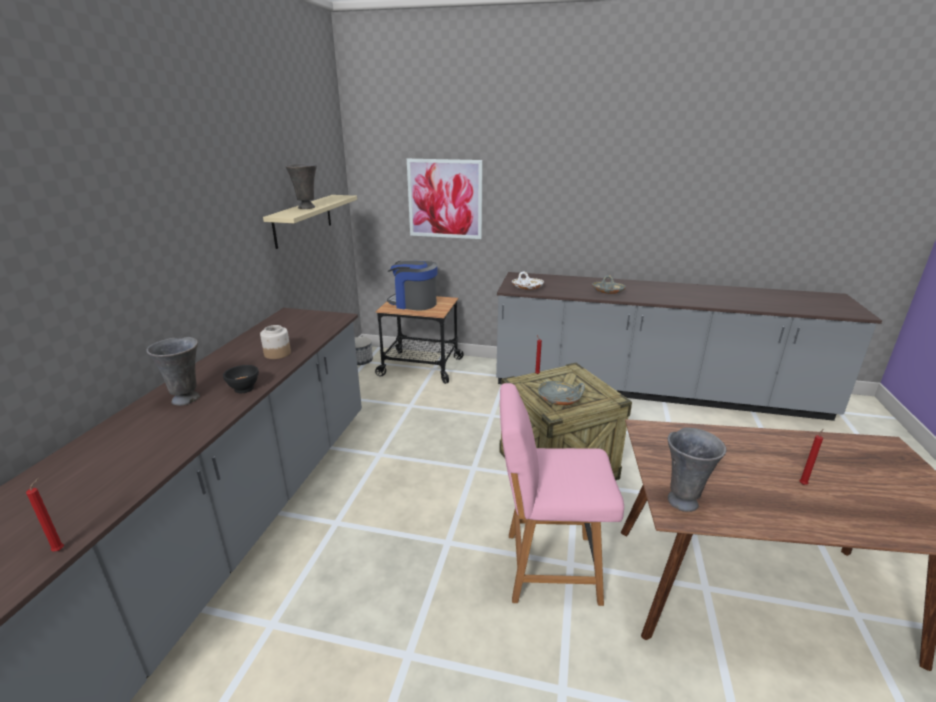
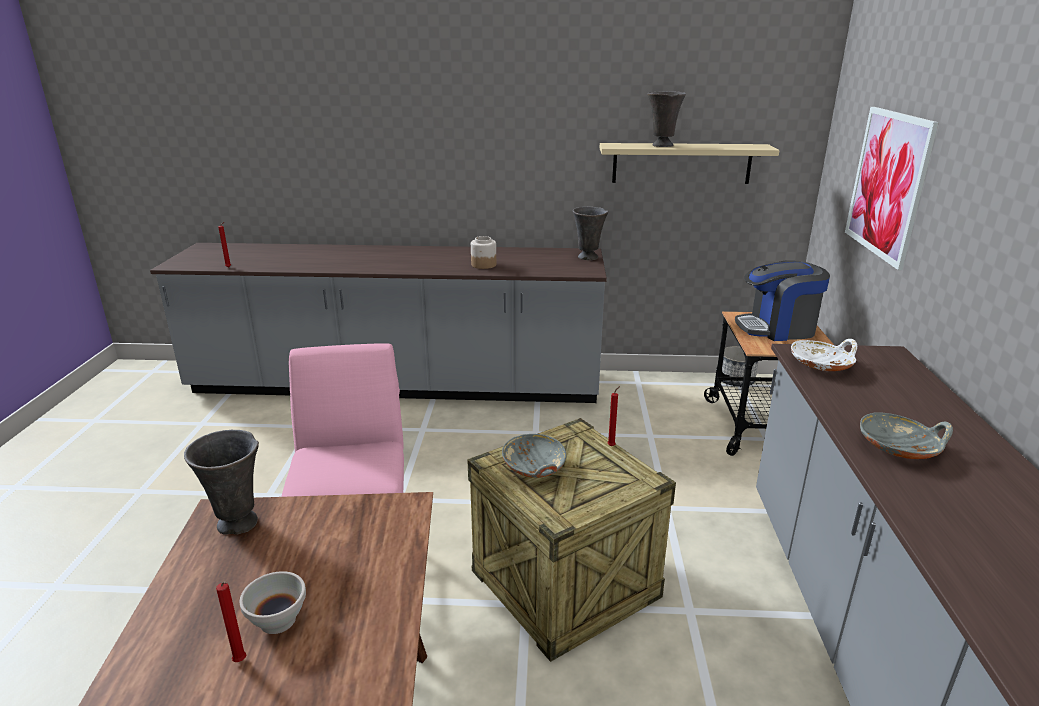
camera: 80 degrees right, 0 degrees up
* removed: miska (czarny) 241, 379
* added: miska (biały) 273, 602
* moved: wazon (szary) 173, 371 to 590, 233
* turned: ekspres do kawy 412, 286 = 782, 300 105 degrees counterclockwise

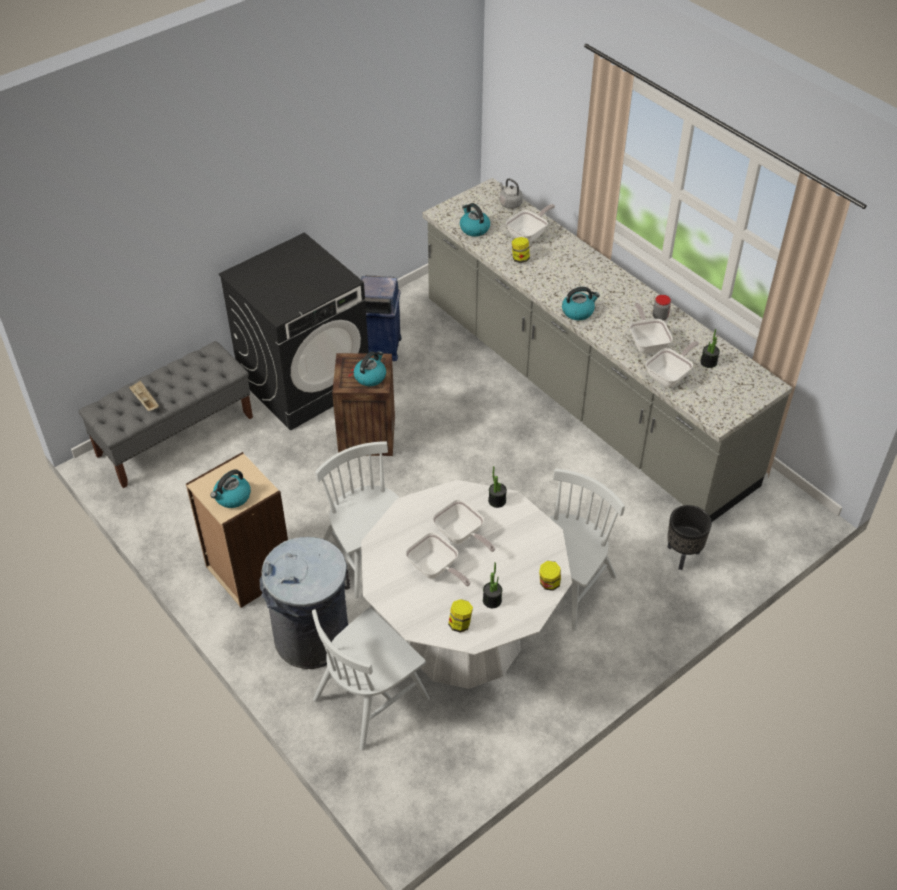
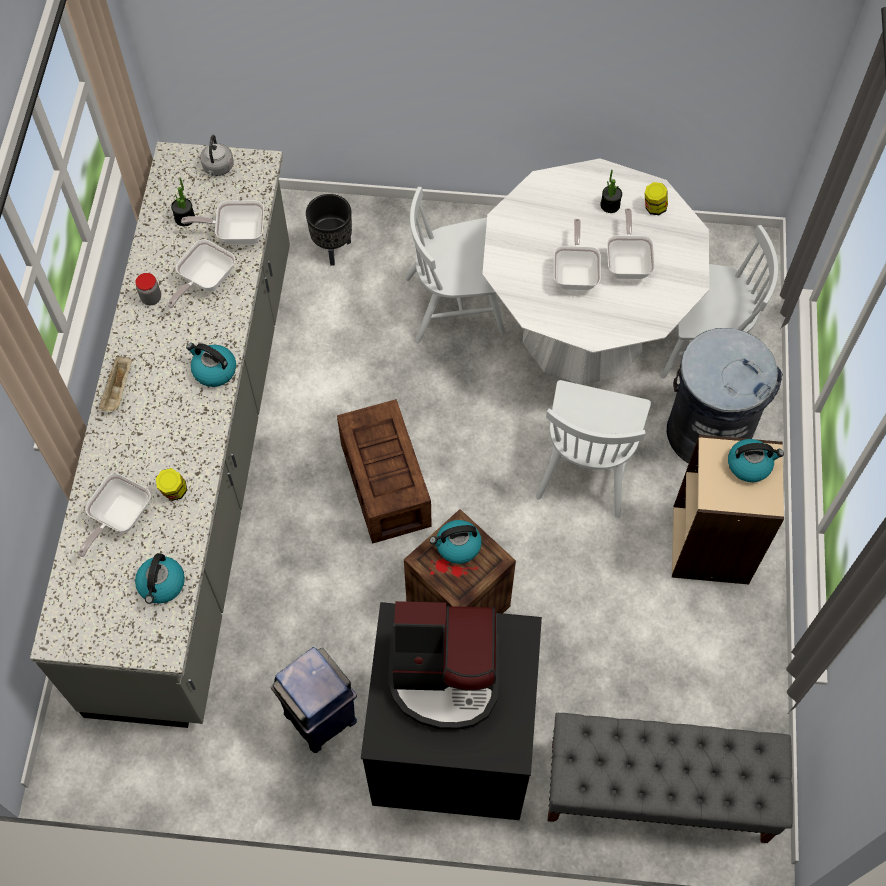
camera: 135 degrees left, 15 degrees up
* removed: roślina doniczkowa 497, 487
* removed: słoik 550, 576
* added: skrzynka 384, 471
* added: ekspres do kawy 443, 665
* moved: taca (beżowy) 144, 396 to 115, 383
* moved: czajnik (szary) 511, 193 to 217, 155
* turned: patelnia 530, 223 = 114, 515 60 degrees counterclockwise

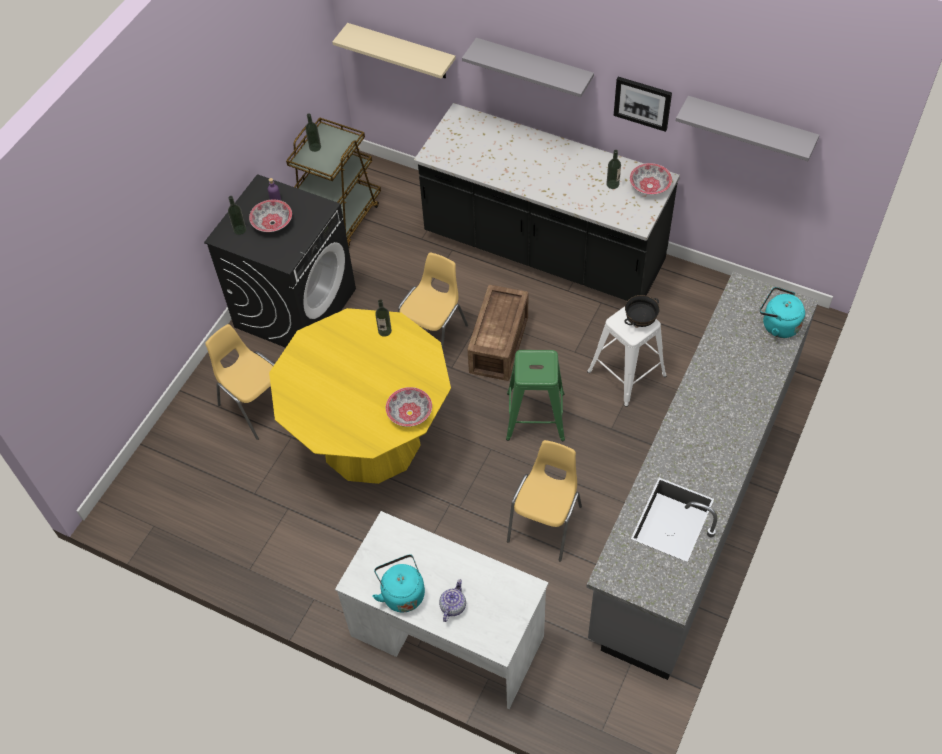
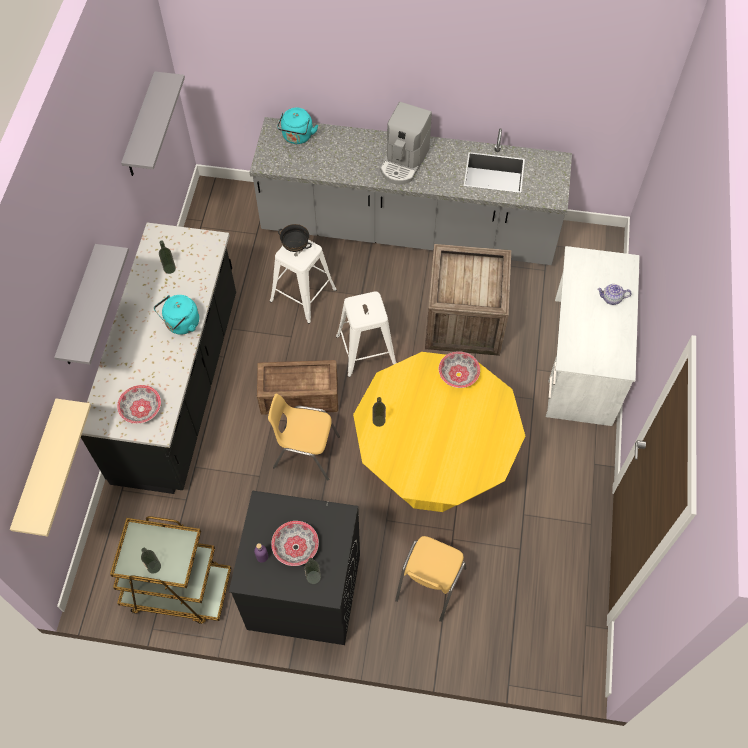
camera: 110 degrees left, 5 degrees up
* removed: obraz 643, 104
* added: ekspres do kawy 406, 143
* moved: czajnik (turkusowy) 398, 583 to 176, 315
* moved: miska 651, 179 to 139, 404
* replaced: krzesło (żółty) 544, 501 to skrzynka 468, 300
* recoloured: stołek (zielony) 535, 395 to stołek (biały) 366, 334

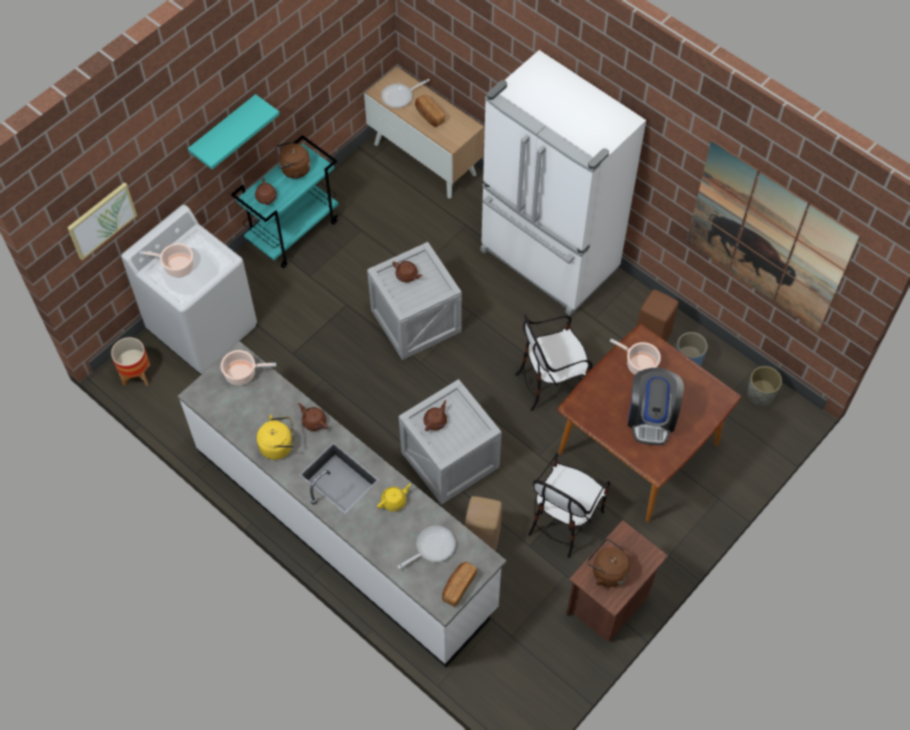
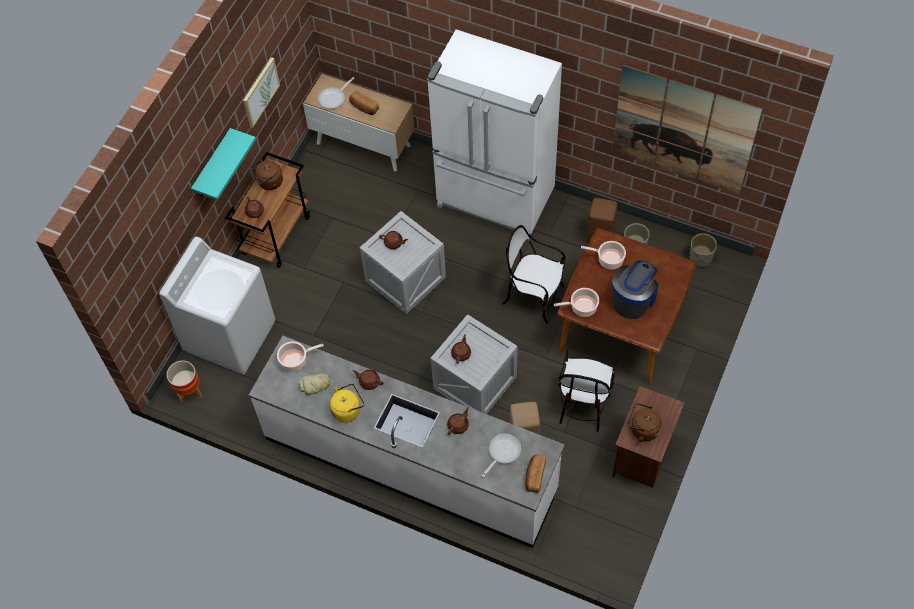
camera: 15 degrees left, 0 degrees up
* added: chleb 314, 384
* moved: obraz 102, 221 to 261, 92
* moved: garnek 166, 260 to 576, 302
* recoloured: wózek (turkusowy) 285, 201 to wózek (brązowy) 267, 210
* recoloured: imbryk (żółty) 394, 497 to imbryk (brązowy) 458, 421
* turned: krzesło 554, 362 = 534, 274 60 degrees clockwise
* turned: ekspres do kawy 656, 406 = 635, 289 135 degrees counterclockwise

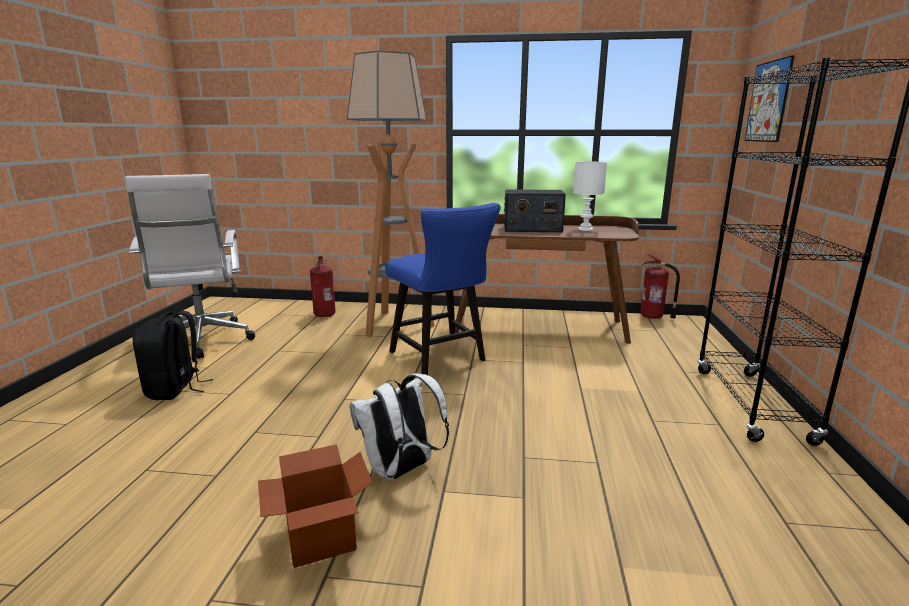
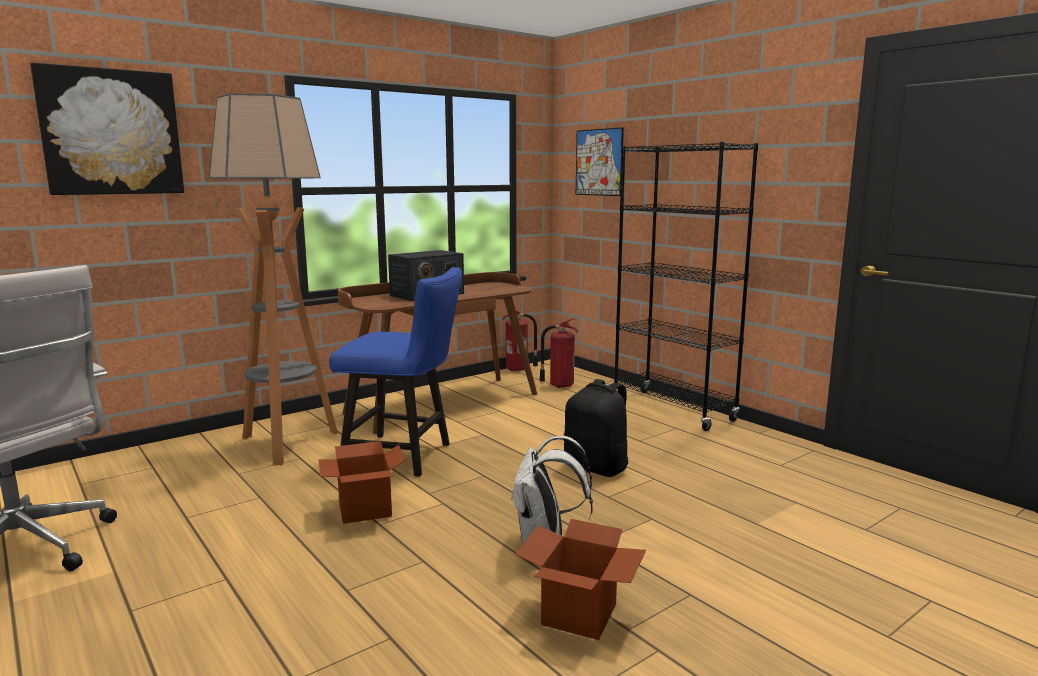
camera: 45 degrees left, 5 degrees down
* removed: lampa stołowa (biały) 590, 196
* added: obraz 107, 129
* added: karton 362, 482
* moved: plecak (czarny) 173, 355 to 595, 428
* moved: gaśnica 323, 286 to 559, 353

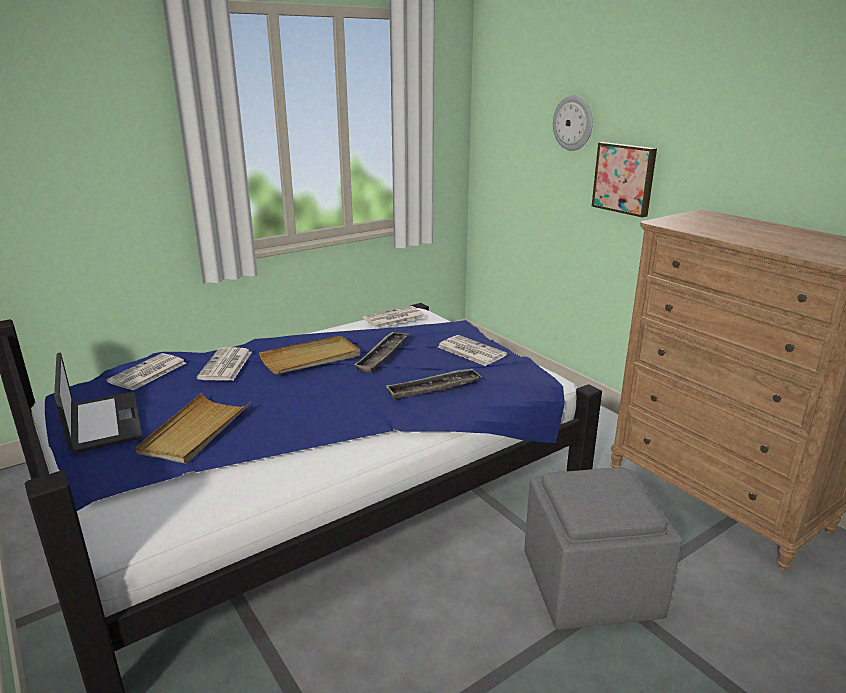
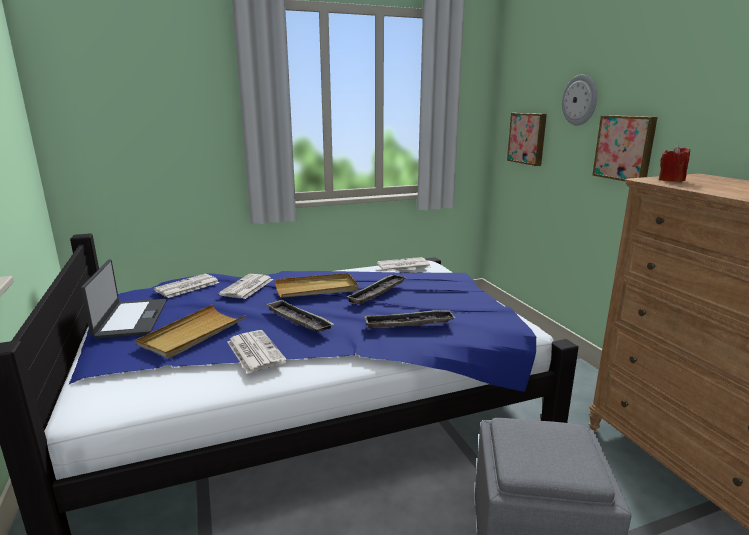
camera: 15 degrees right, 5 degrees down
* added: taca 299, 316
* added: obraz 527, 139
* added: świeca (czerwony) 674, 163
* moved: gazeta 472, 350 to 257, 352

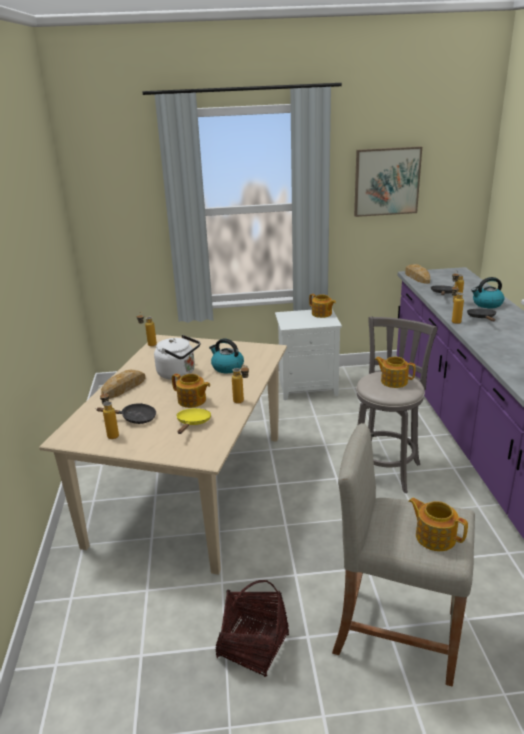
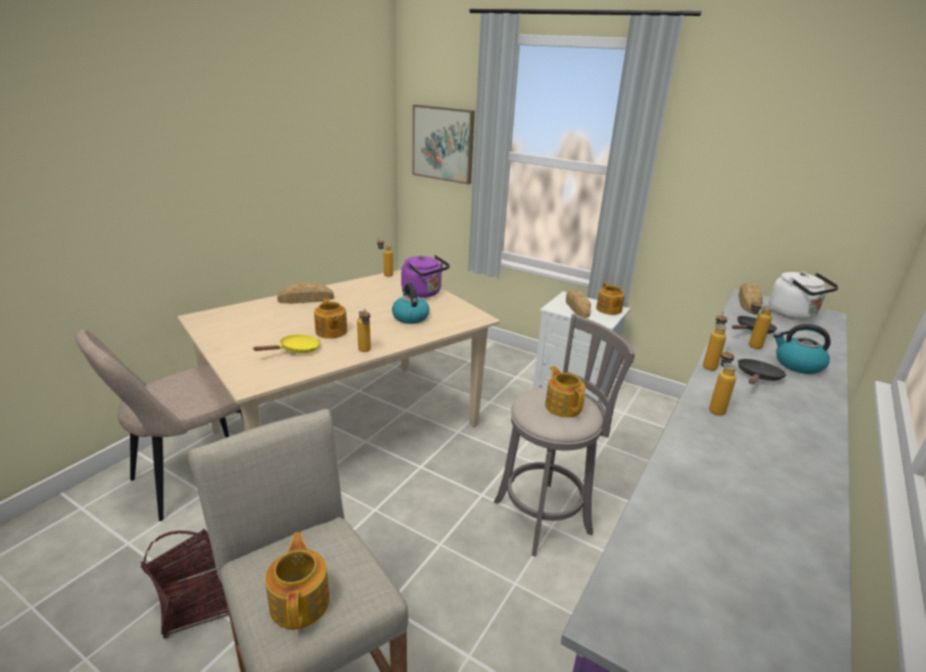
camera: 35 degrees right, 0 degrees up
* removed: patelnia (czarny) 126, 413
* added: krzesło (beżowy) 159, 425
* added: czajnik (fioletowy) 425, 276
* added: chleb 578, 304
* moved: butelka 109, 415 to 723, 381
* moved: czajnik (biały) 177, 357 to 804, 296
* moved: obraz 388, 181 to 444, 145

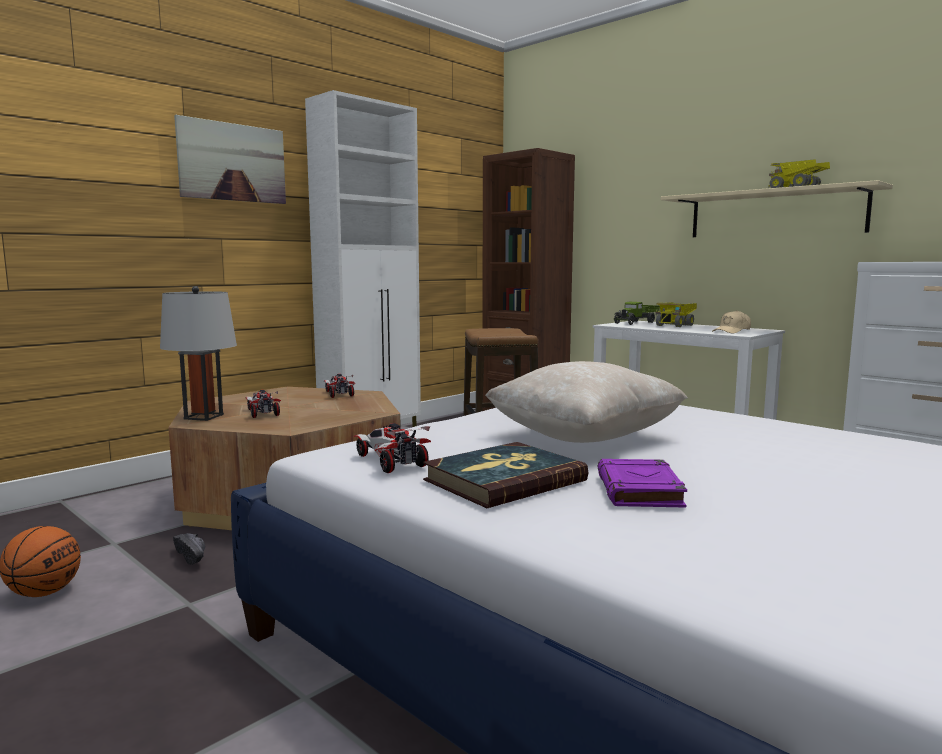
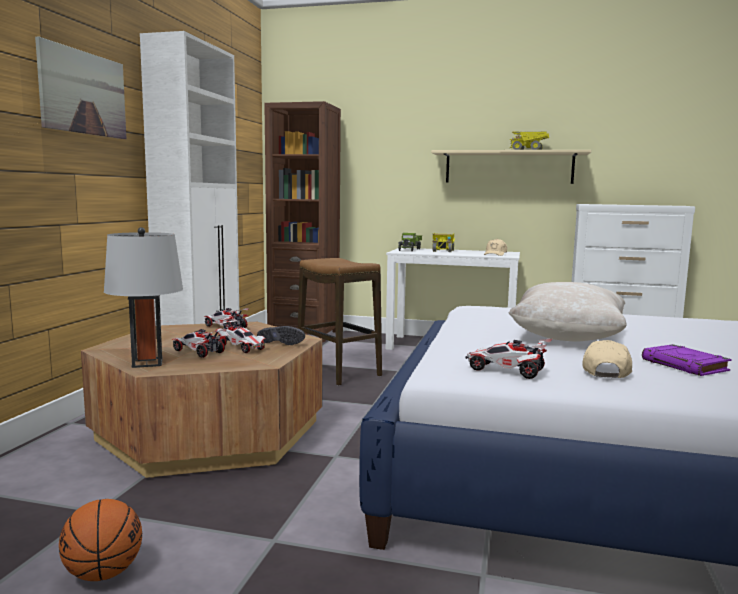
camera: 30 degrees left, 0 degrees up
* added: samochodzik 240, 335
* moved: but (czarny) 189, 549 to 281, 335
* replaced: książka 505, 475 to czapka z daszkiem (beżowy) 607, 359

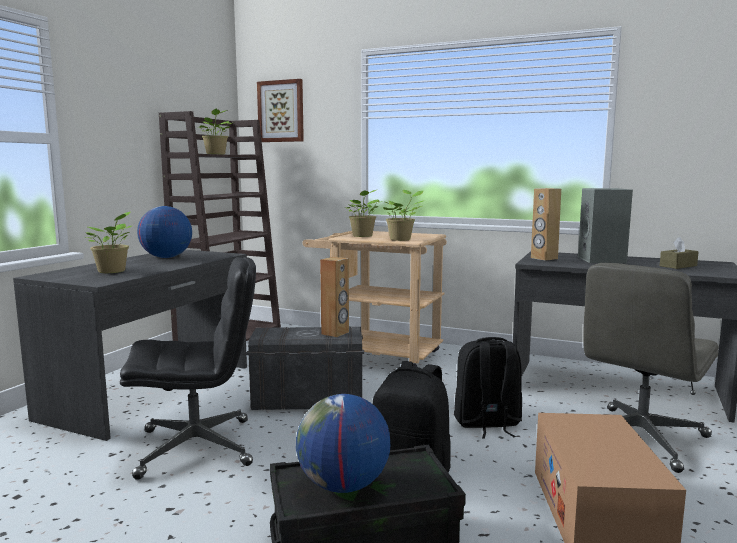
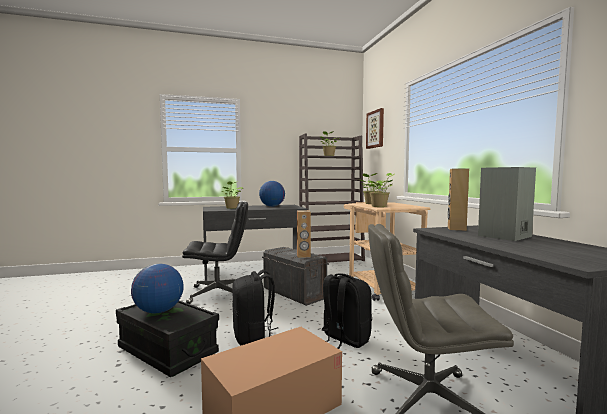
camera: 50 degrees right, 5 degrees down
* removed: pudełko chusteczek (brązowy) 679, 253
* turned: krzesło biurowe (czarny) 188, 368 = 215, 253 45 degrees counterclockwise

